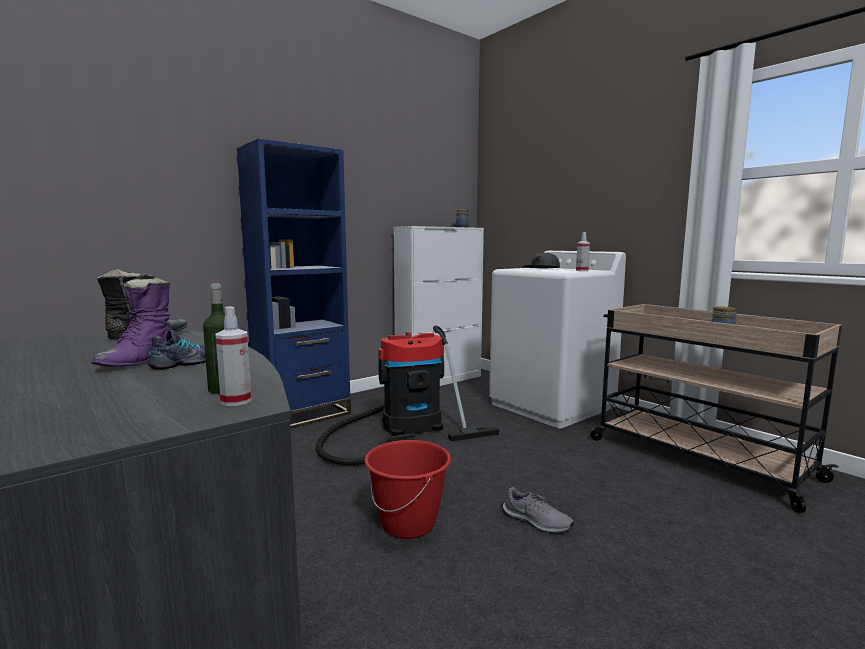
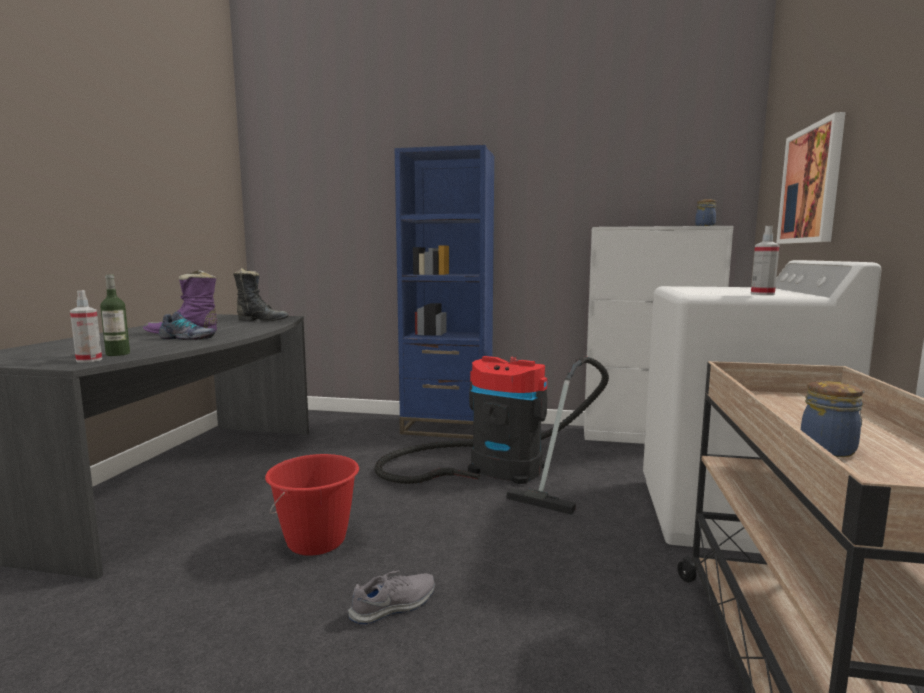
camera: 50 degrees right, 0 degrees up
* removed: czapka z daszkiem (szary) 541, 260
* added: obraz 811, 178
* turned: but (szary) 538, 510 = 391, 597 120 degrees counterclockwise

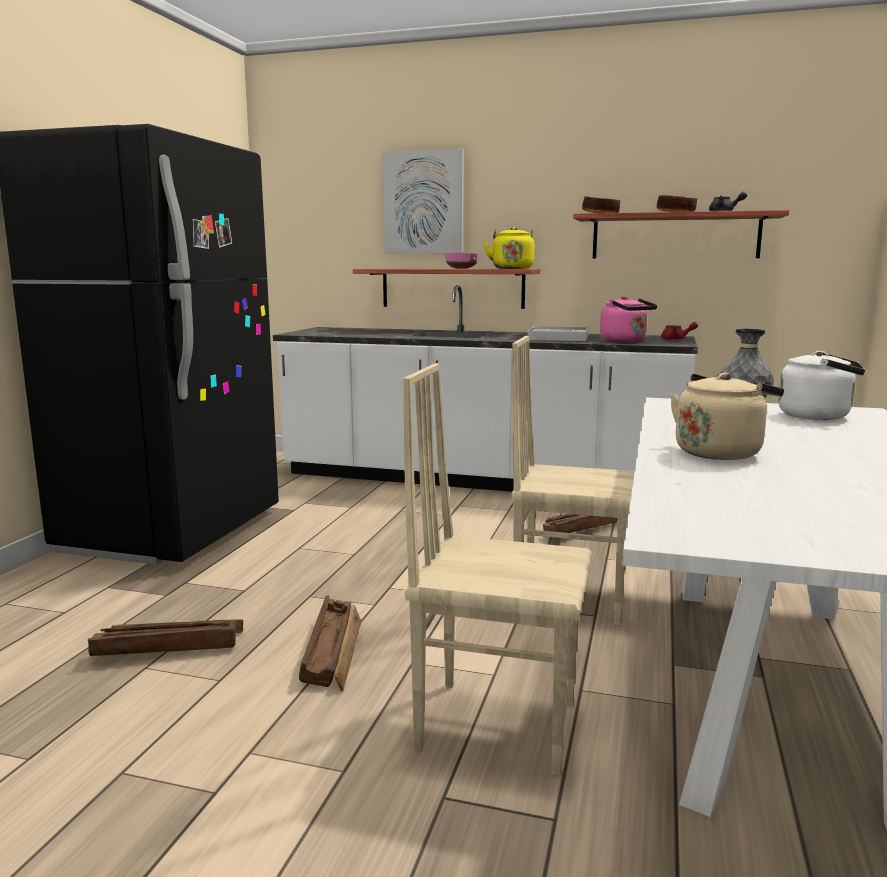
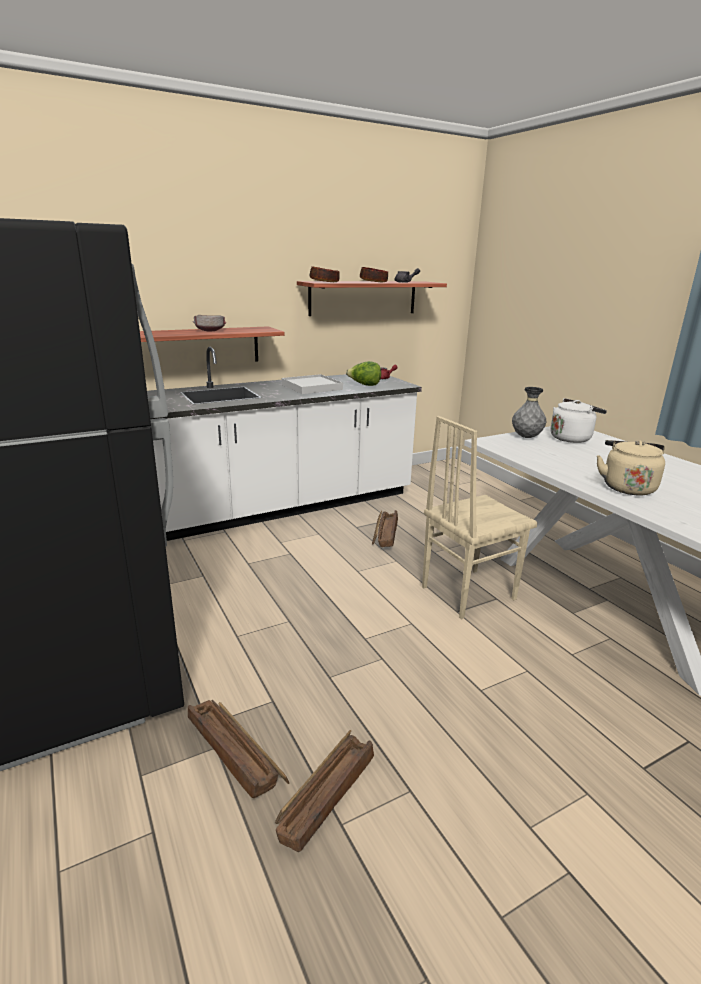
camera: 45 degrees left, 10 degrees up
* removed: obraz 423, 201
* removed: krzesło (beżowy) 497, 569
* removed: czajnik (żółty) 509, 248
* moved: skrzynka 330, 643 to 239, 749
* replaced: czajnik (różowy) 628, 319 to sałata 363, 373
* recoloured: miska (różowy) 462, 261 to miska (szary) 209, 323

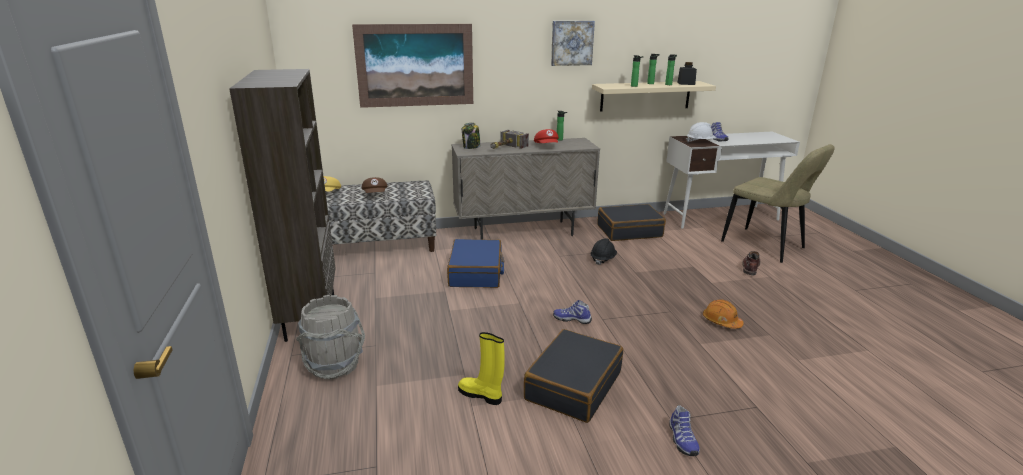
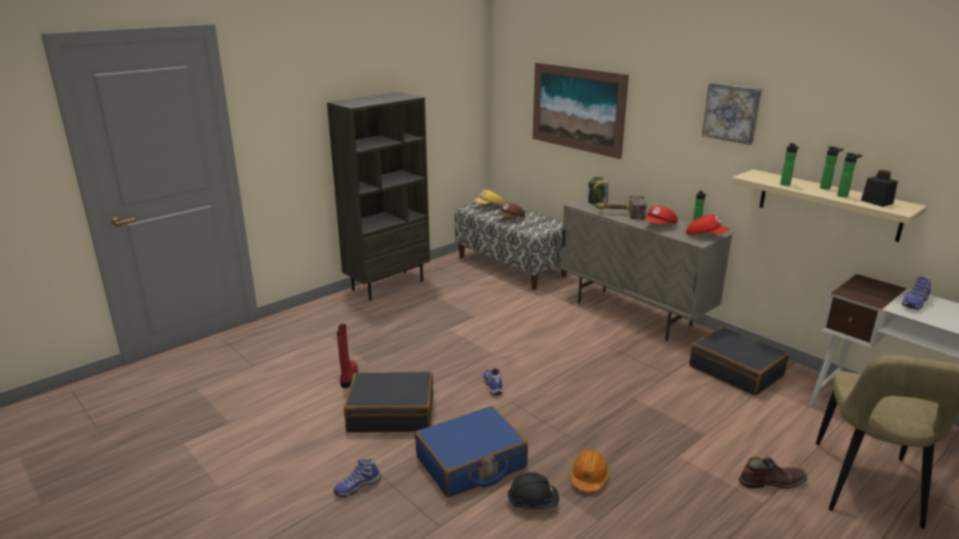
camera: 60 degrees right, 0 degrees up
* removed: wiadro (szary) 330, 337
* removed: kask (biały) 701, 132
* added: czapka z daszkiem (czerwony) 708, 224
* moved: walizka (niebieski) 475, 263 to 471, 451
* moved: kask (czarny) 604, 251 to 533, 491
* recoloured: but z cholewką (żółty) 481, 368 to but z cholewką (czerwony) 347, 356

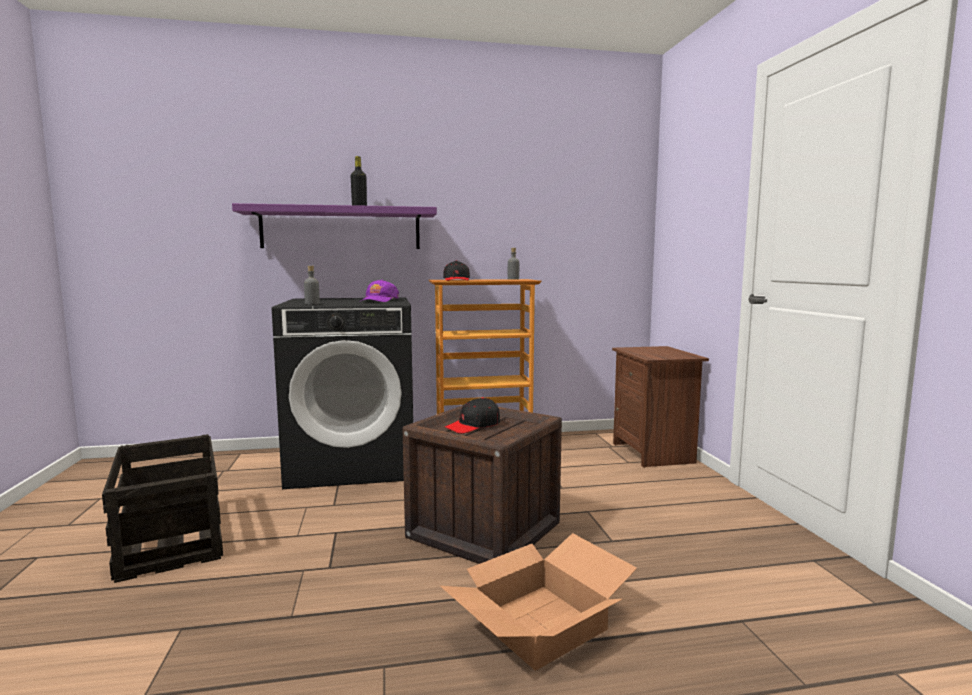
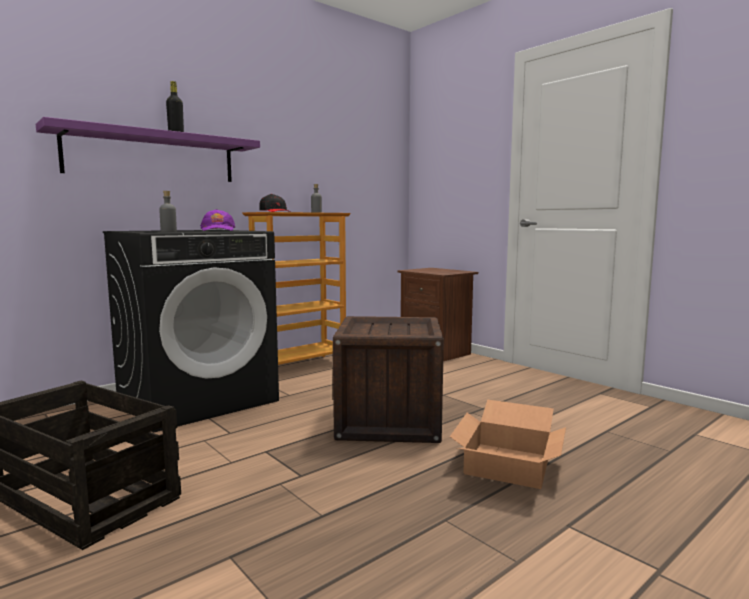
camera: 30 degrees left, 0 degrees up
* removed: czapka z daszkiem (czarny) 472, 415

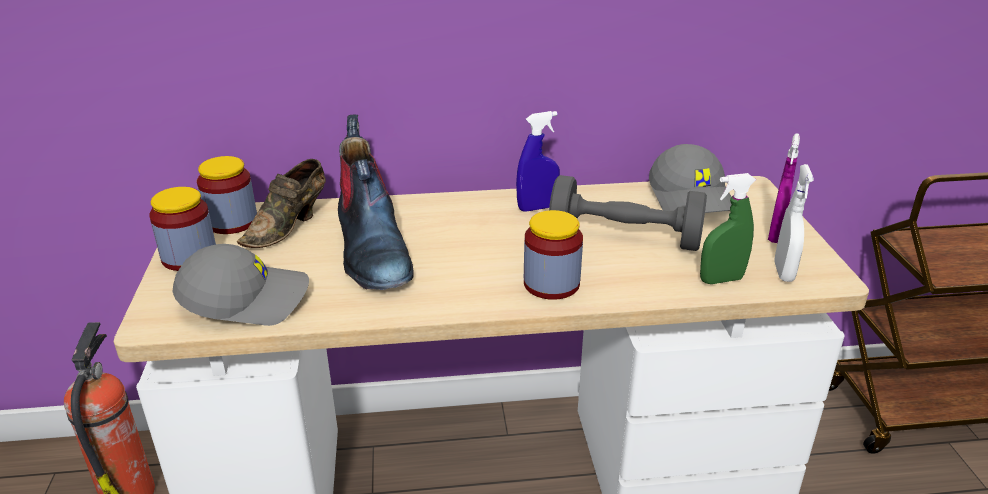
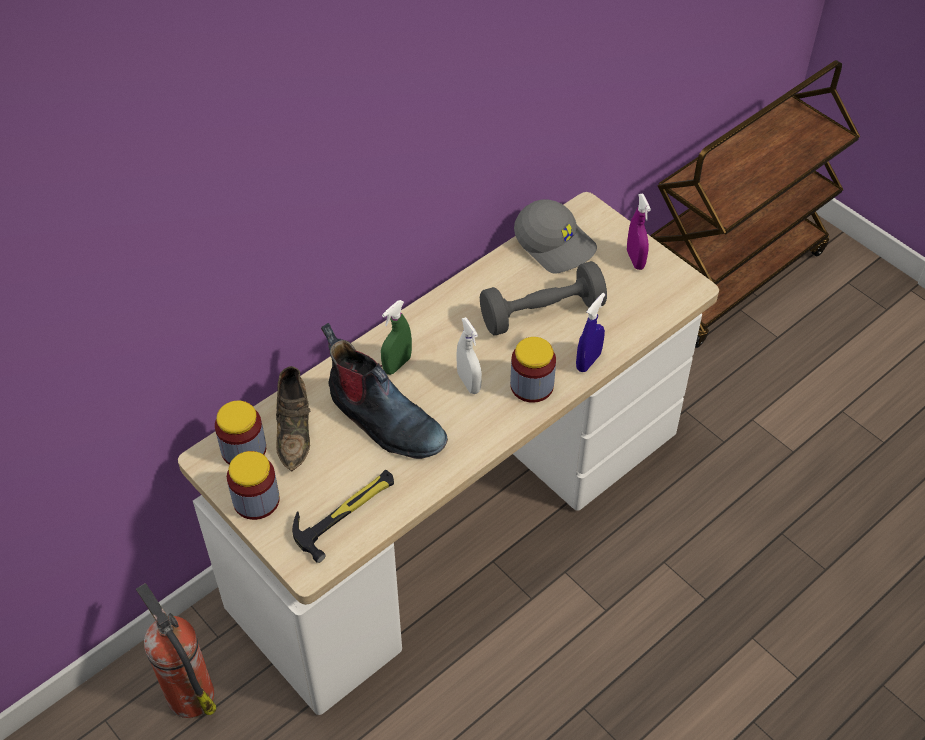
camera: 35 degrees left, 20 degrees up
* moved: spryskiwacz (niebieski) 538, 161 to 590, 332
* moved: spryskiwacz (zielony) 728, 228 to 396, 337
* moved: spryskiwacz (biały) 794, 223 to 469, 355
* replaced: czapka z daszkiem (szary) 240, 285 to młotek 343, 516

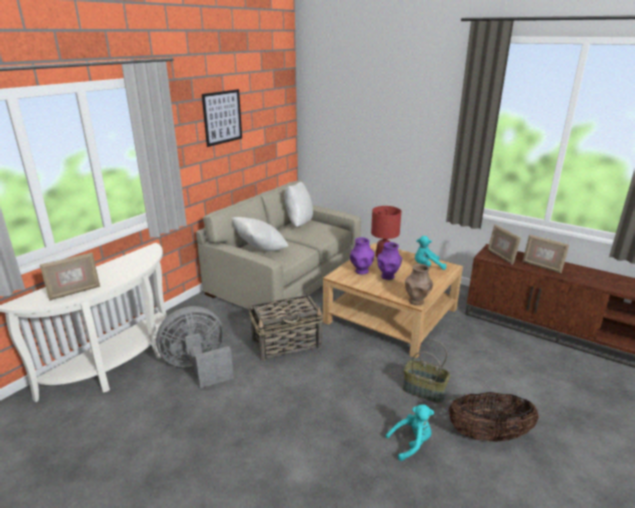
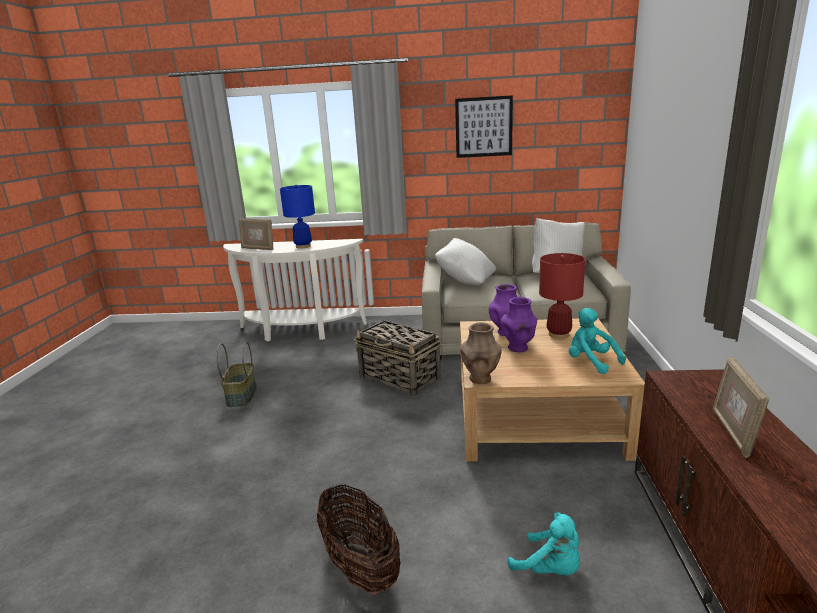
camera: 60 degrees right, 5 degrees down
* removed: wentylator (szary) 195, 347
* removed: ramka na zdjęcie 504, 244
* added: lampa stołowa (niebieski) 297, 217
* moved: pluszak (turkusowy) 409, 432 to 544, 544
* moved: koszyk 426, 371 to 236, 374

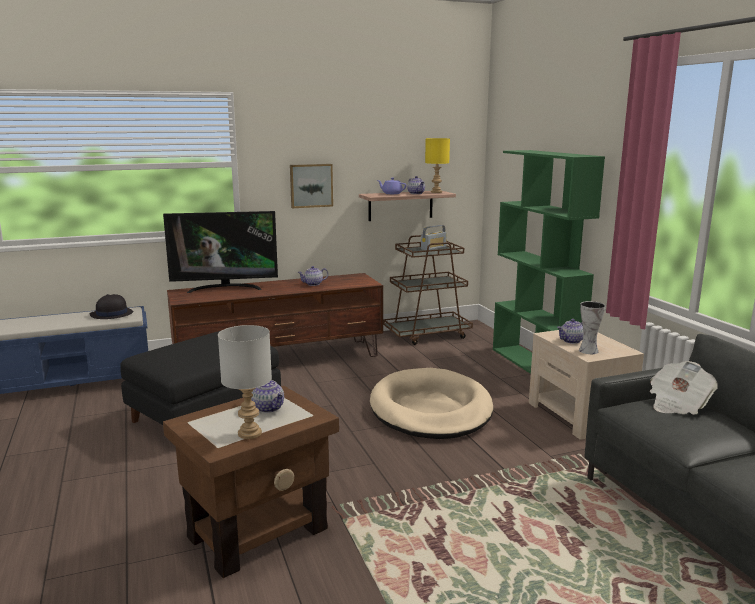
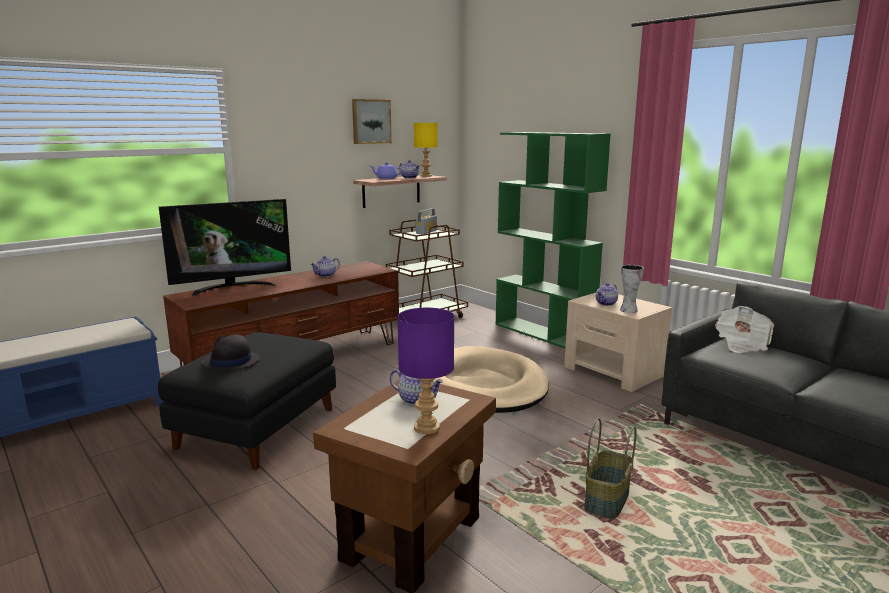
camera: 20 degrees left, 0 degrees up
* added: koszyk 610, 468
* moved: kapelusz (czarny) 112, 306 to 230, 352
* moved: obraz 311, 186 to 372, 121
* recoloured: lampa stołowa (szary) 245, 382 to lampa stołowa (fioletowy) 425, 371

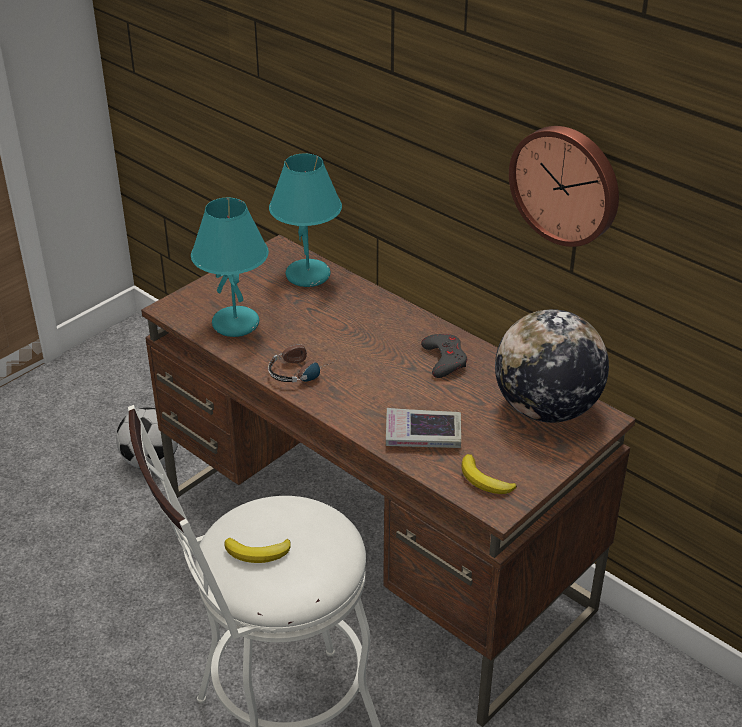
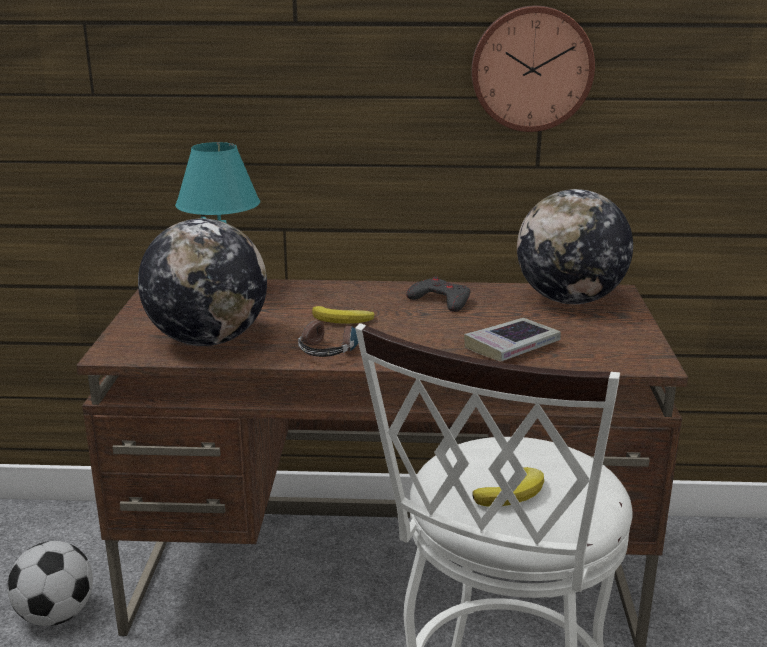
camera: 40 degrees left, 15 degrees down
* moved: banan 489, 474 to 343, 315
* replaced: lampa stołowa (turkusowy) 230, 267 to globus 202, 282

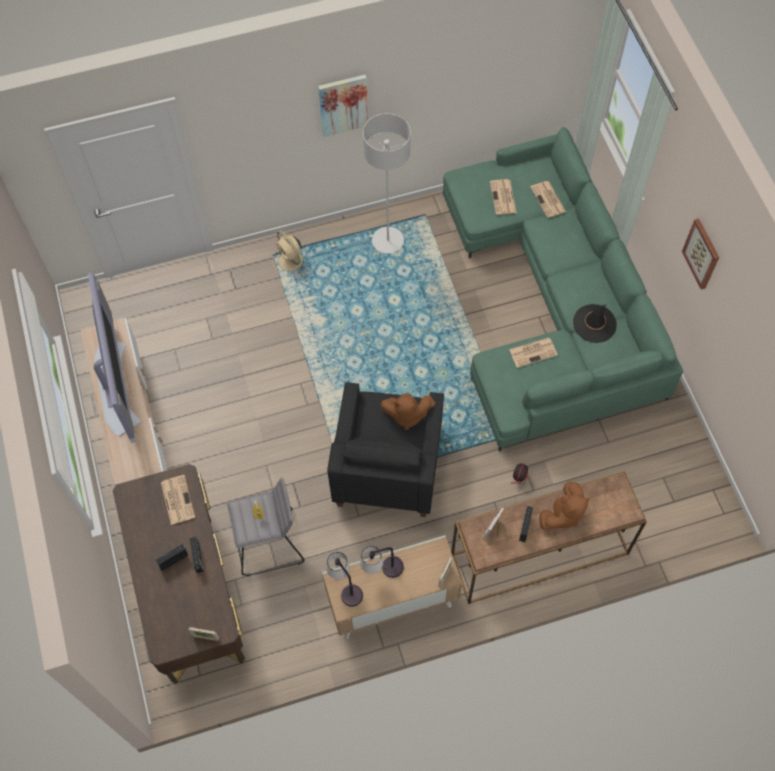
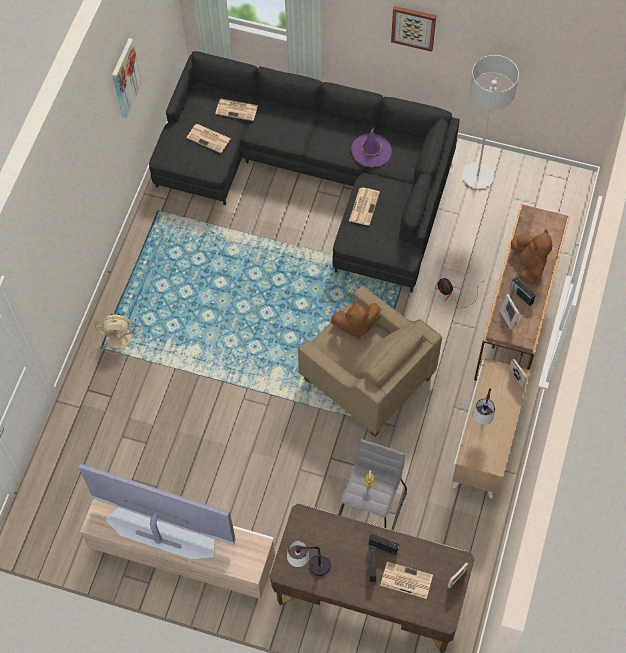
camera: 55 degrees left, 0 degrees up
* moved: gazeta 178, 500 to 406, 580
* moved: obraz 343, 106 to 127, 78
* moved: lampa stołowa 344, 579 to 309, 558
* moved: lampa stojąca (szary) 387, 183 to 490, 122
* recoloured: fotel (czarny) 385, 449 to fotel (beżowy) 370, 361
* recoloured: kanapa (zielony) 563, 289 to kanapa (czarny) 304, 171
* recoloured: kapelusz (czarny) 595, 323 to kapelusz (fioletowy) 371, 147
* turned: pluszak (brązowy) 408, 411 = 356, 321 45 degrees clockwise

